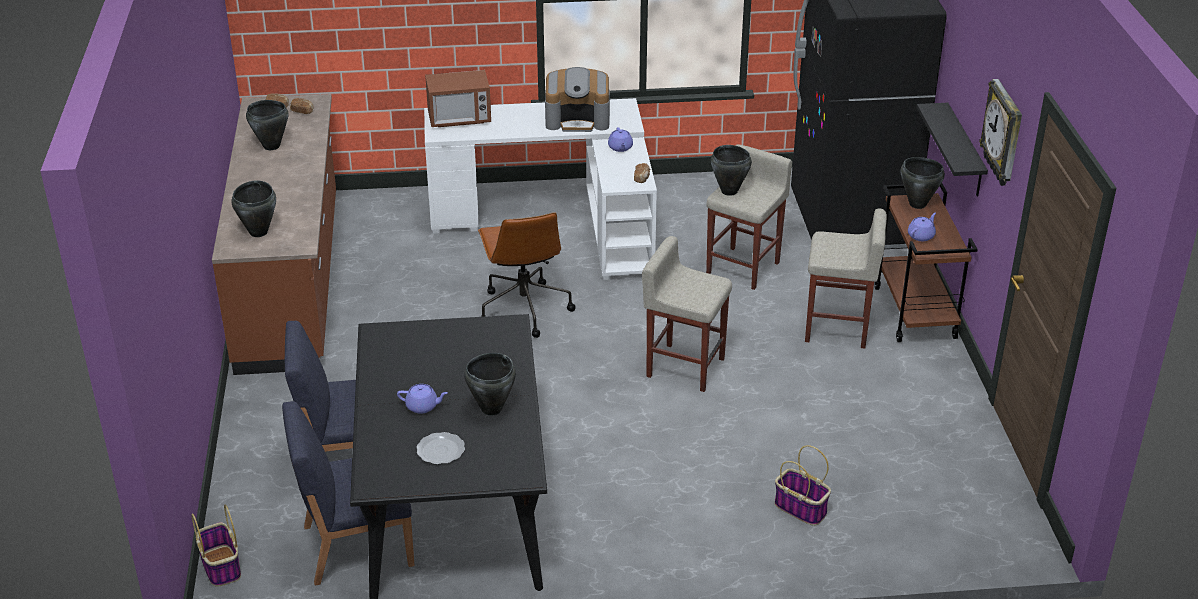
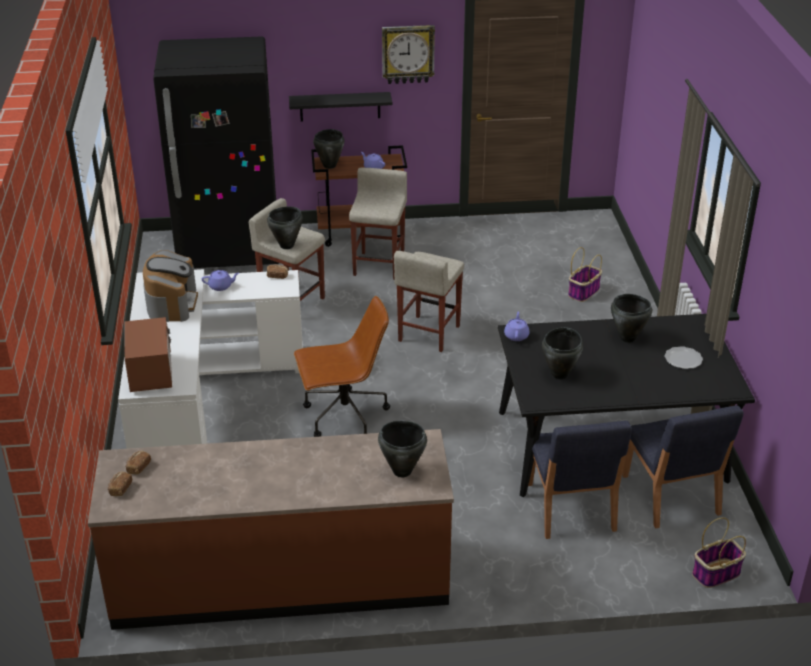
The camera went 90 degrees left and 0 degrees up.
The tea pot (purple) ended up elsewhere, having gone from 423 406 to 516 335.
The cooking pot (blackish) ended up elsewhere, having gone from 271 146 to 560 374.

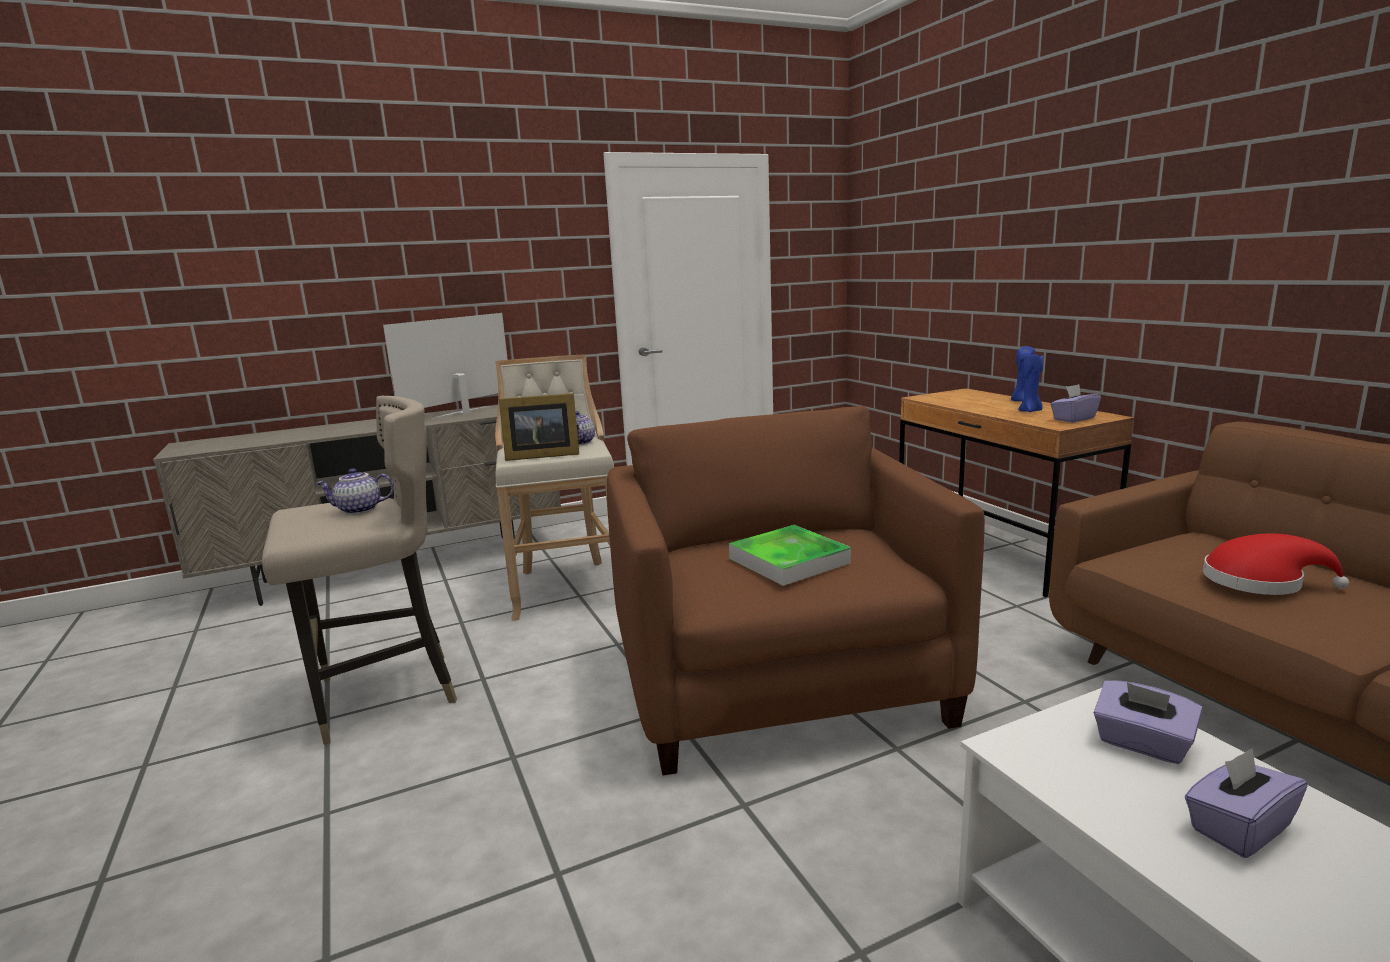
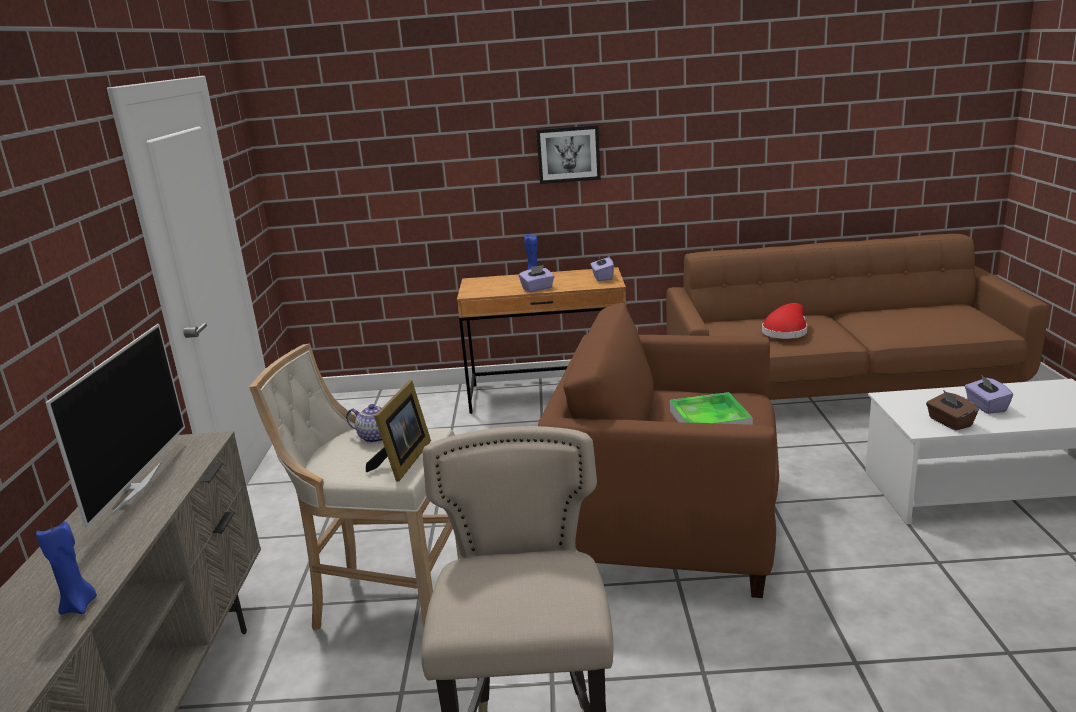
The camera went 65 degrees left and 5 degrees up.
The wax light (blue) ended up elsewhere, having gone from 1030 411 to 79 606.
The TV set at 462 413 ended up facing another way, 150 degrees counterclockwise from before.
The tissue holder (purple) ended up elsewhere, having gone from 1142 744 to 537 288.
The second view gained the wall picture at 568 154.
The second view gained the tissue holder (brown) at 949 422.
The second view lost the tea pot at 358 510.

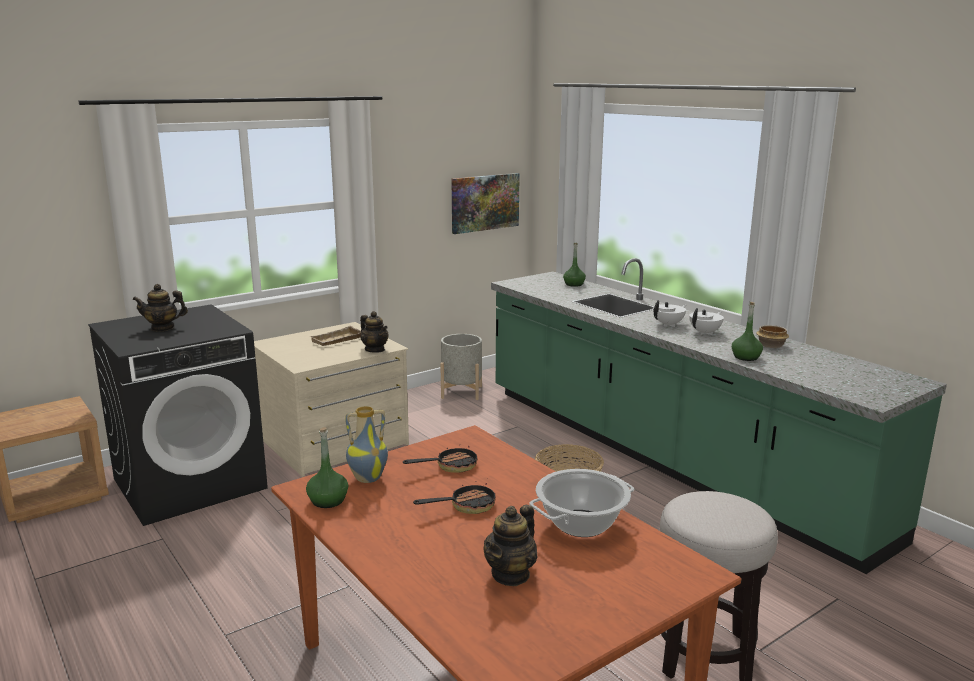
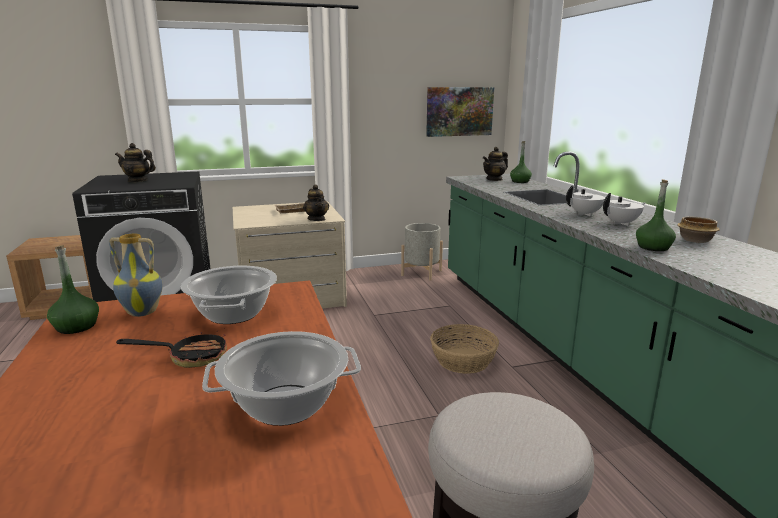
The camera went 20 degrees right and 0 degrees up.
Where the pan stood at 450 466, the cooking pot came to stand at 233 314.
The tea pot ended up elsewhere, having gone from 511 574 to 494 179.

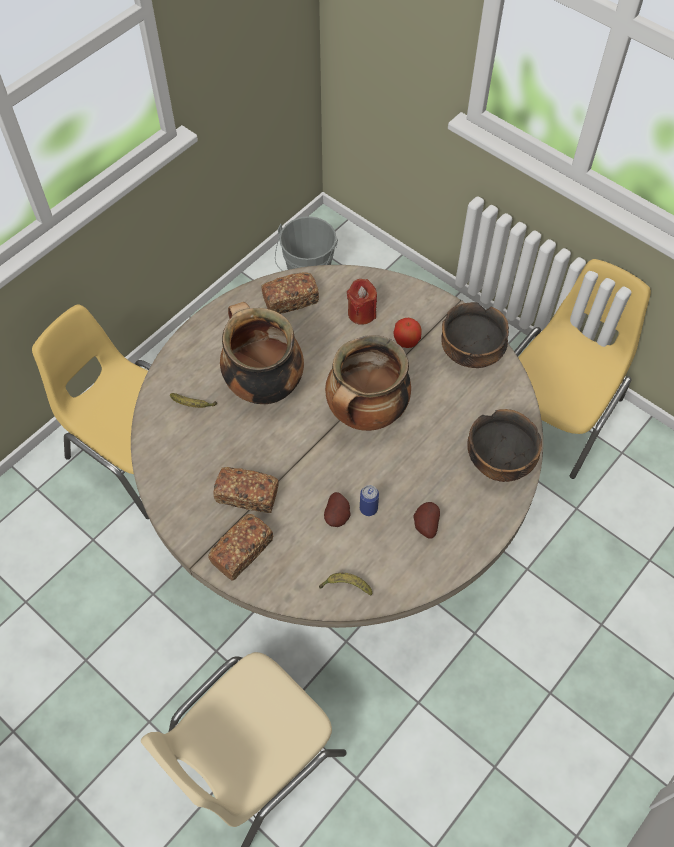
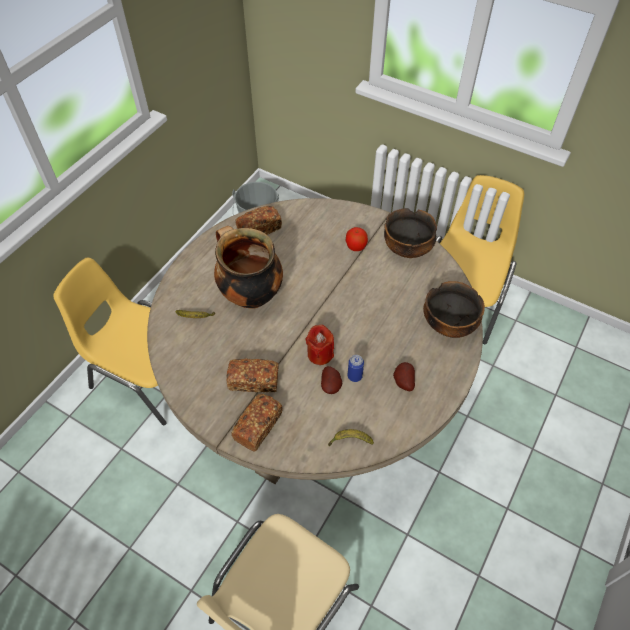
The camera went 10 degrees left and 5 degrees down.
The wax light (red-coloured) ended up elsewhere, having gone from 361 313 to 320 354.
The second view lost the cooking pot at 366 415.

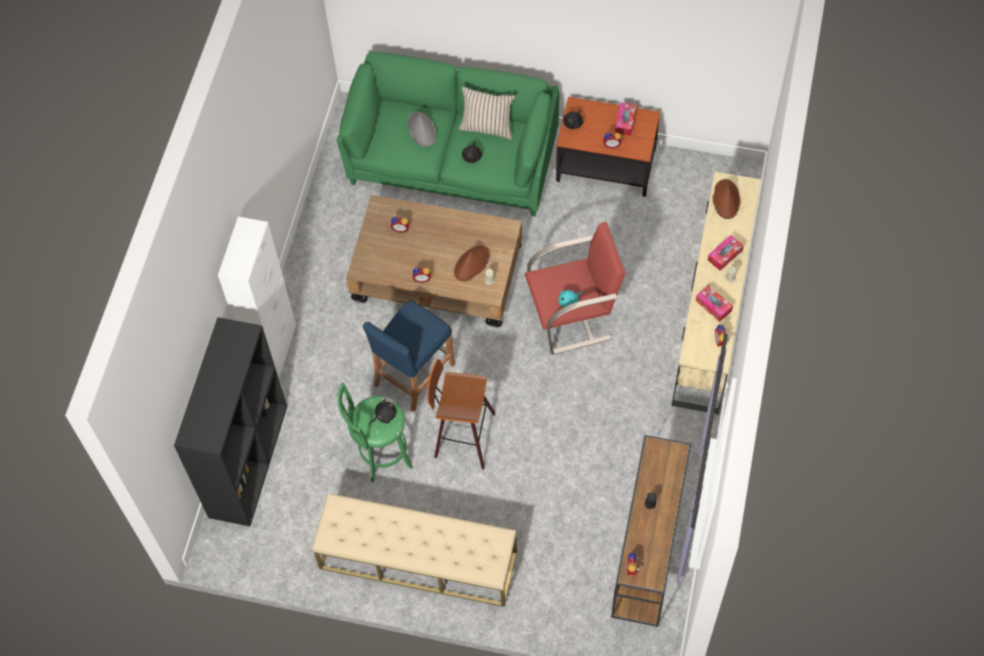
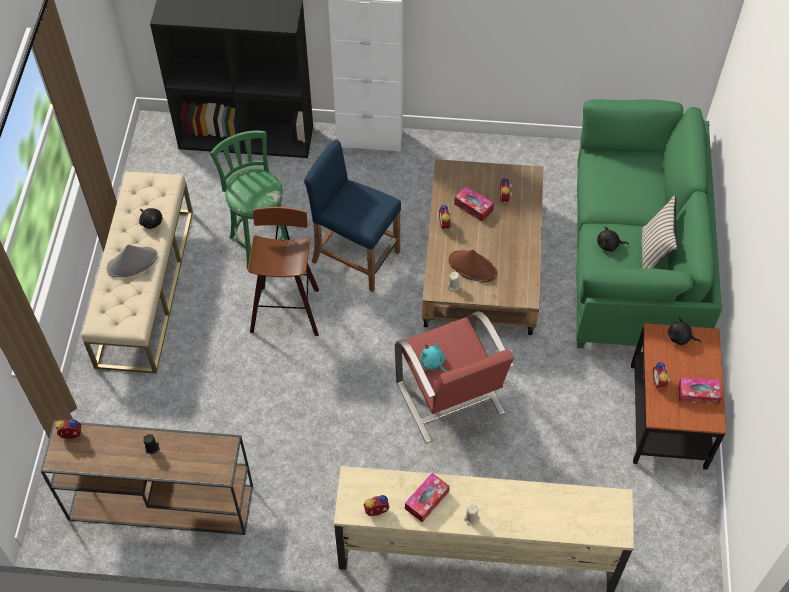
The camera went 80 degrees right and 5 degrees down.
The wearable hat (greyish) ended up elsewhere, having gone from 421 129 to 132 262.
The cuddly toy (blackish) ended up elsewhere, having gone from 384 415 to 151 221.
The tissue holder ended up elsewhere, having gone from 724 255 to 473 207.
The second view lost the wearable hat (brown) at 726 199.

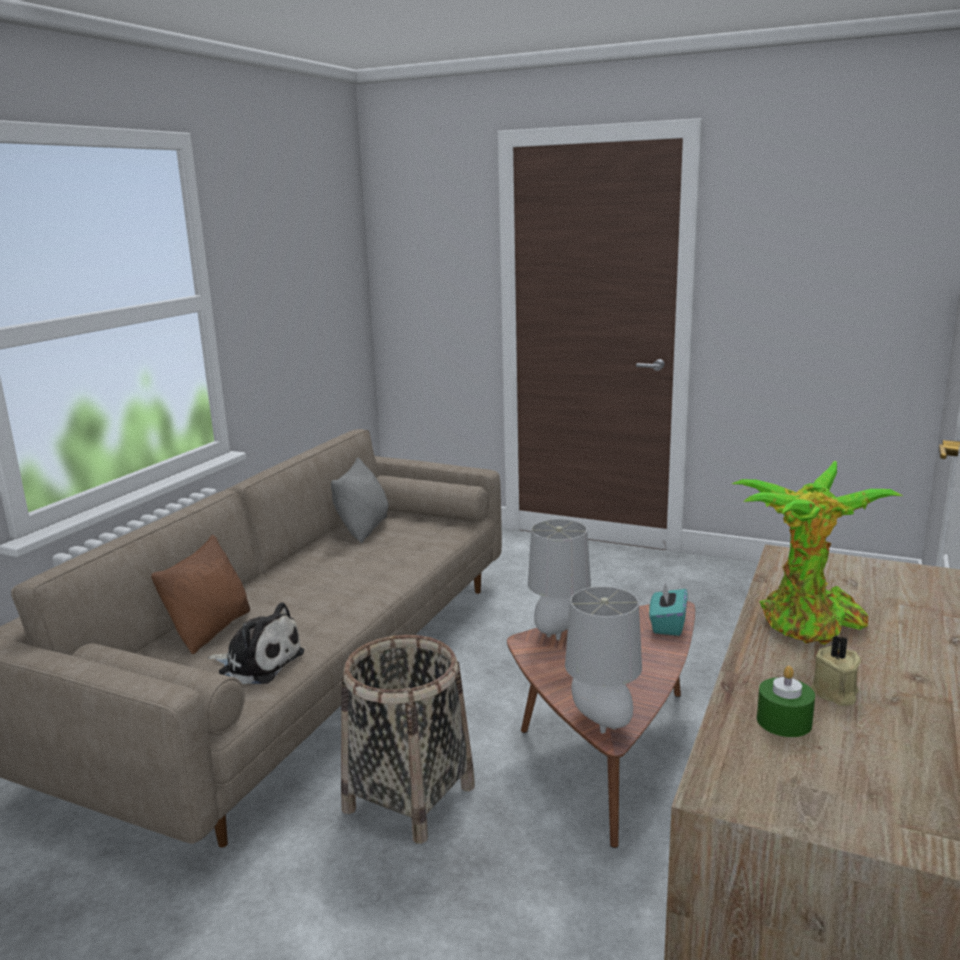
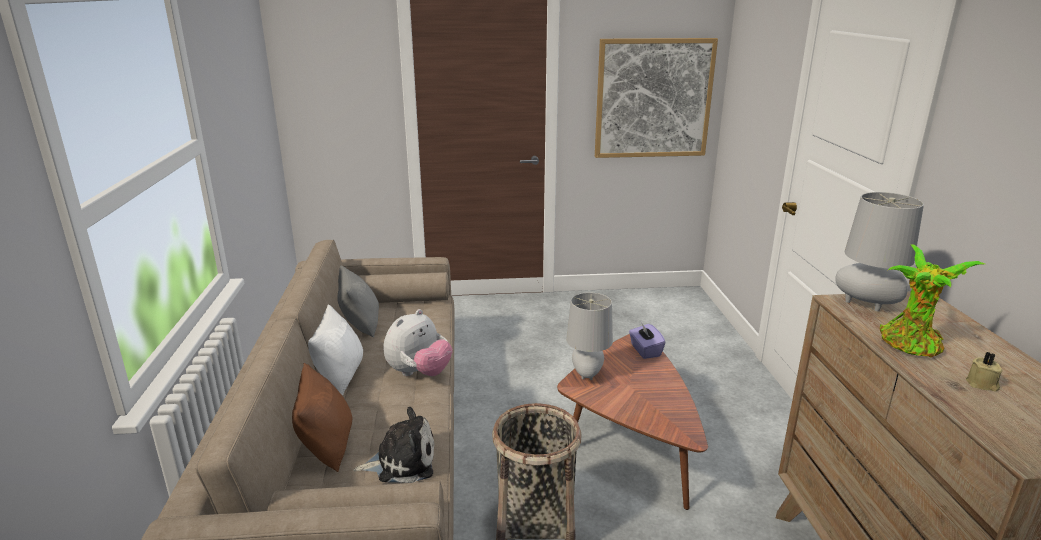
The camera went 30 degrees left and 5 degrees up.
The second view gained the pillow (whitish) at 340 376.
The second view gained the cuddly toy at 419 373.
The second view gained the wall picture at 653 98.
What was the tissue holder (blue-green) at 667 625 turned into the tissue holder (purple) at 645 350.
The tabletop lamp (greyish) ended up elsewhere, having gone from 602 724 to 867 305.
The second view lost the wax light (greenish) at 784 721.

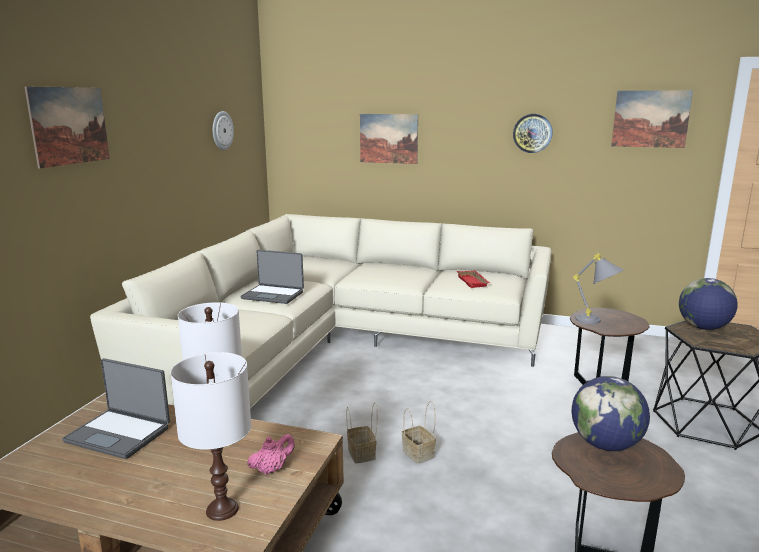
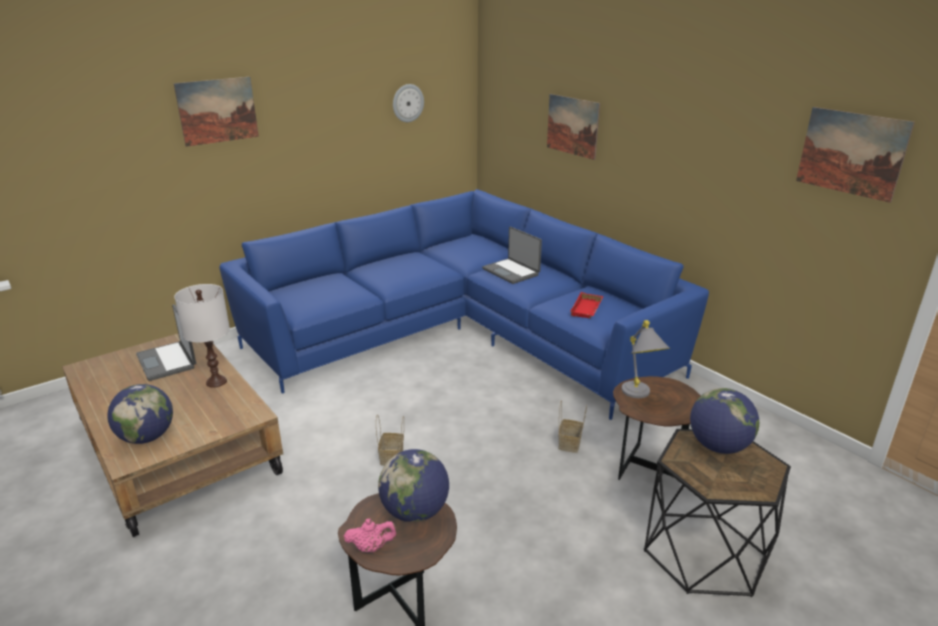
The camera went 35 degrees right and 10 degrees up.
Where the tabletop lamp (whitish) stood at 222 510, the desk globe came to stand at 147 437.
What was the settee (beige) at 338 345 turned into the settee (blue) at 463 334.
The tea pot (pinkish) ended up elsewhere, having gone from 272 469 to 371 547.
The portable computer ended up elsewhere, having gone from 273 295 to 511 272.
The storage basket ended up elsewhere, having gone from 362 454 to 570 444.
The second view lost the wall clock at 532 133.

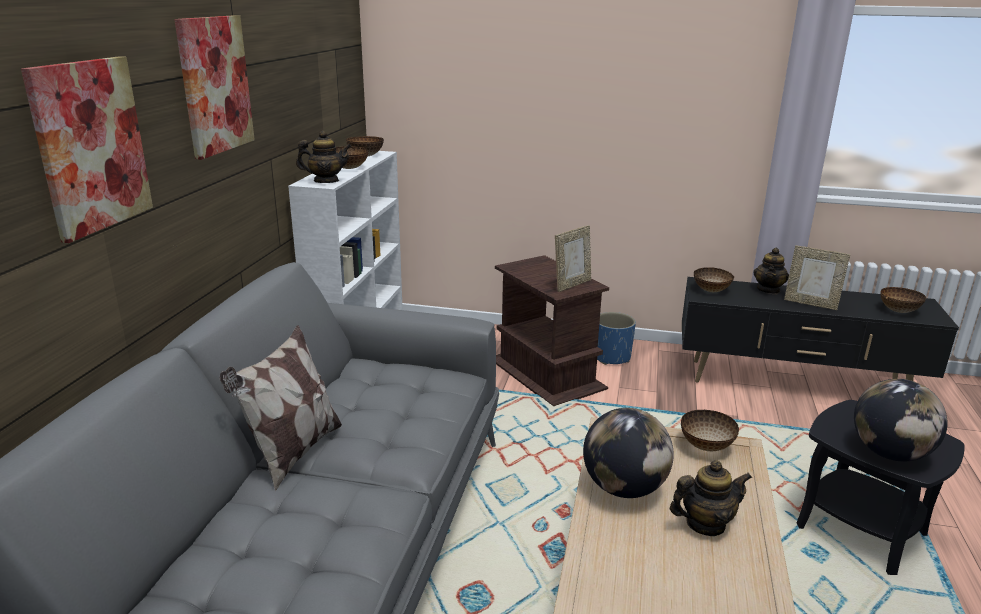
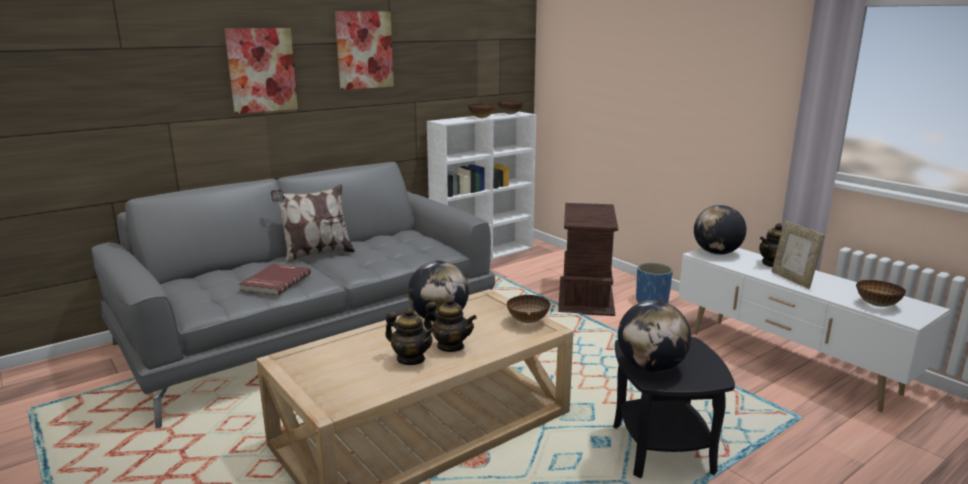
The camera went 40 degrees right and 5 degrees down.
The second view gained the book (red-coloured) at 275 282.
The tea pot ended up elsewhere, having gone from 326 181 to 411 359.
What was the tv stand (blackish) at 796 384 turned into the tv stand (whitish) at 789 362.
Where the bowl stood at 710 291, the desk globe came to stand at 716 253.
The second view lost the standing frame at 572 284.

